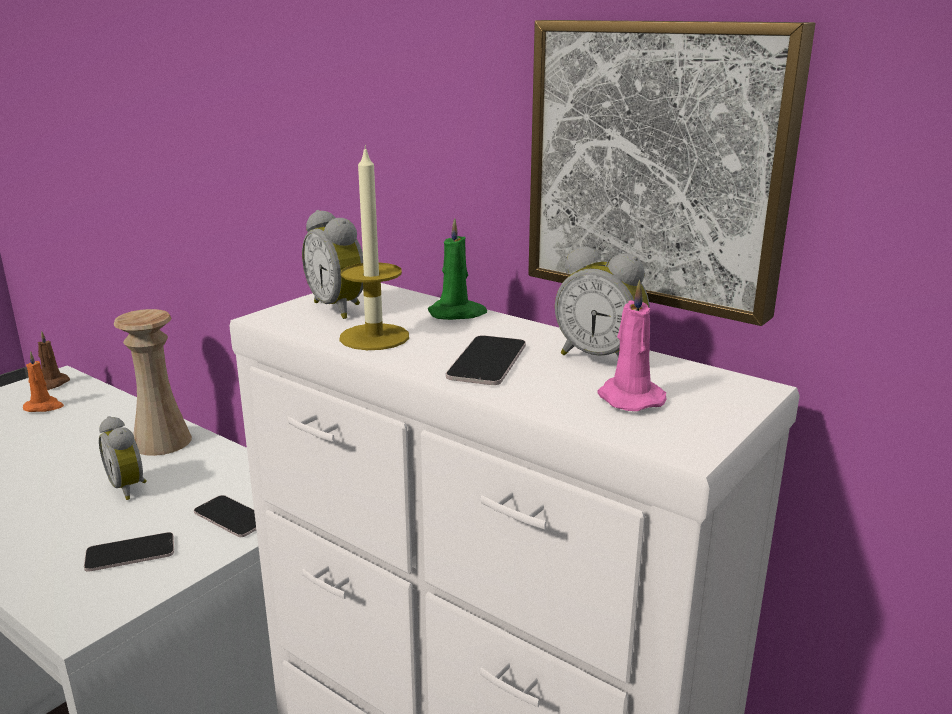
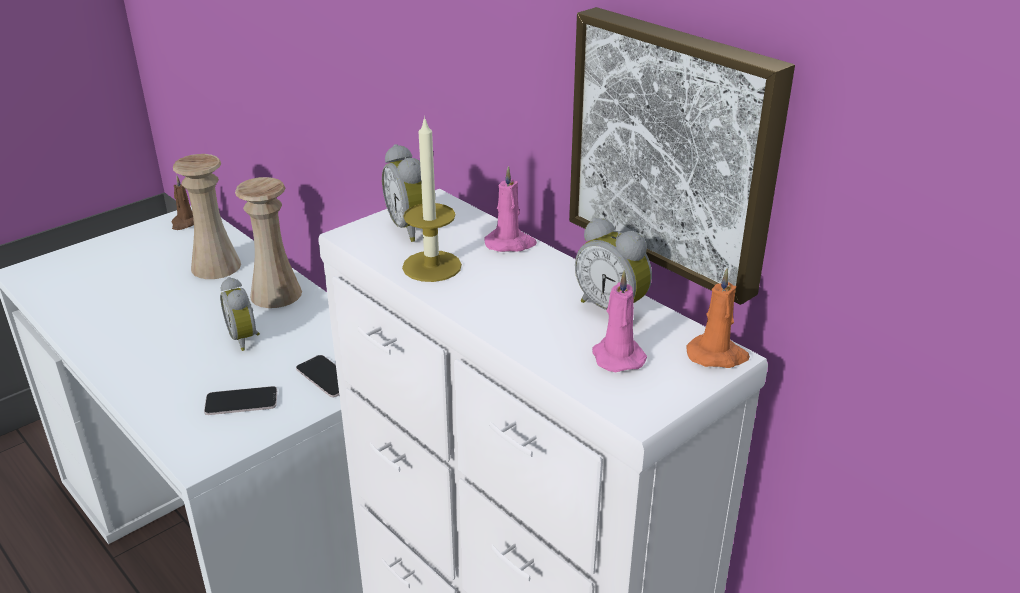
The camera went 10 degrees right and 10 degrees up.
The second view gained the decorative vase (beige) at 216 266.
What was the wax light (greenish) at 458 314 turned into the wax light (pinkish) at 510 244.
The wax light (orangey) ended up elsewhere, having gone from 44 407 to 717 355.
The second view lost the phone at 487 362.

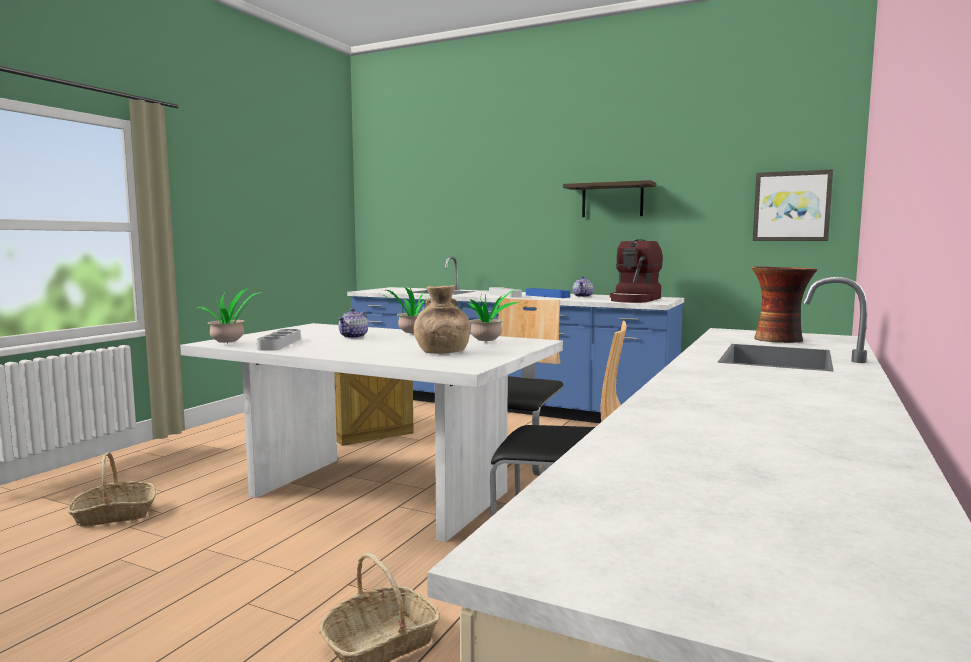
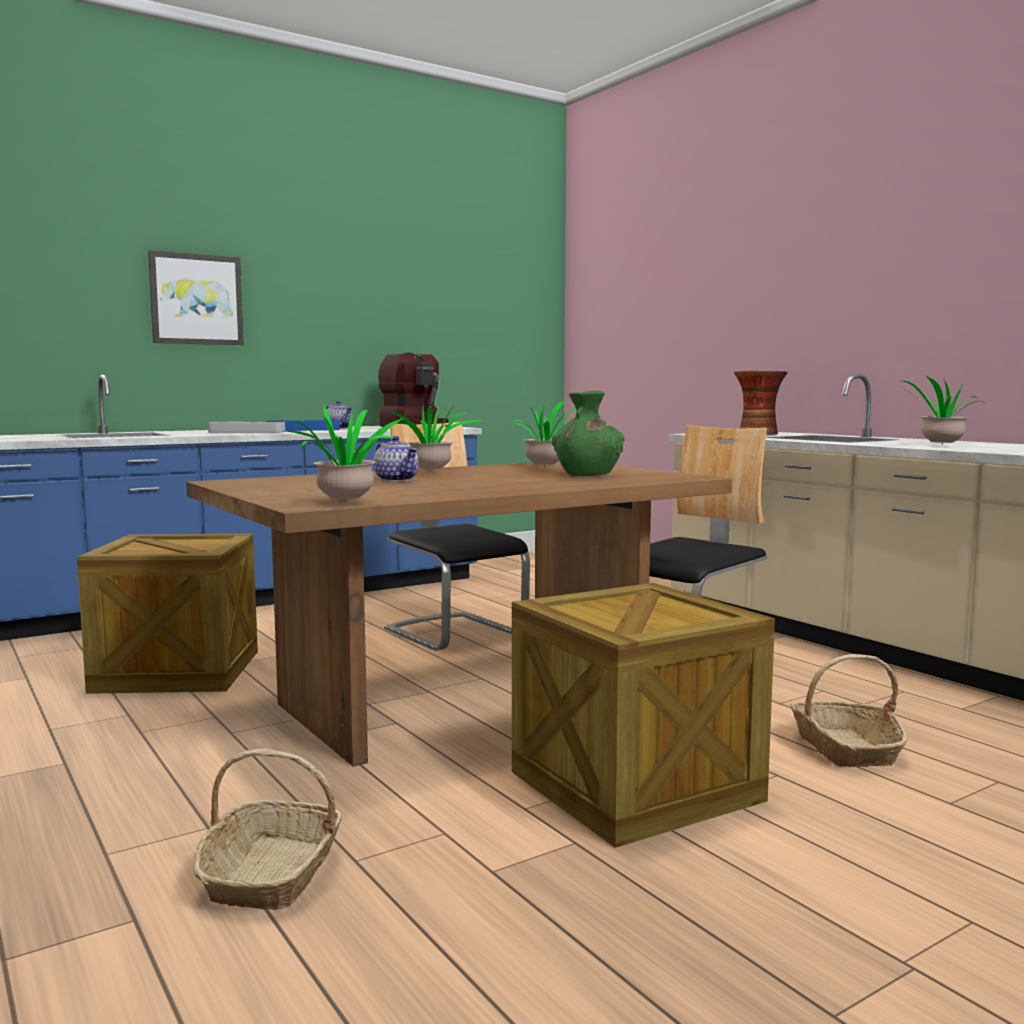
The camera went 60 degrees left and 0 degrees up.
The wall picture ended up elsewhere, having gone from 791 206 to 196 299.
What was the dining table (whitish) at 380 494 turned into the dining table (brown) at 465 698.
The second view gained the packing crate at 634 786.
What was the decorative vase (brown) at 442 352 turned into the decorative vase (greenish) at 587 475.
The second view gained the plant in a pot at 938 445.
The second view lost the carrying tray (greyish) at 280 344.
The second view lost the shelf at 612 200.

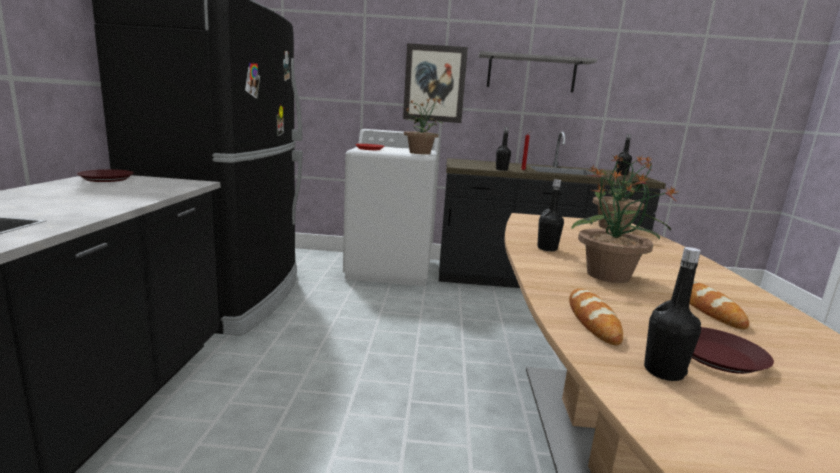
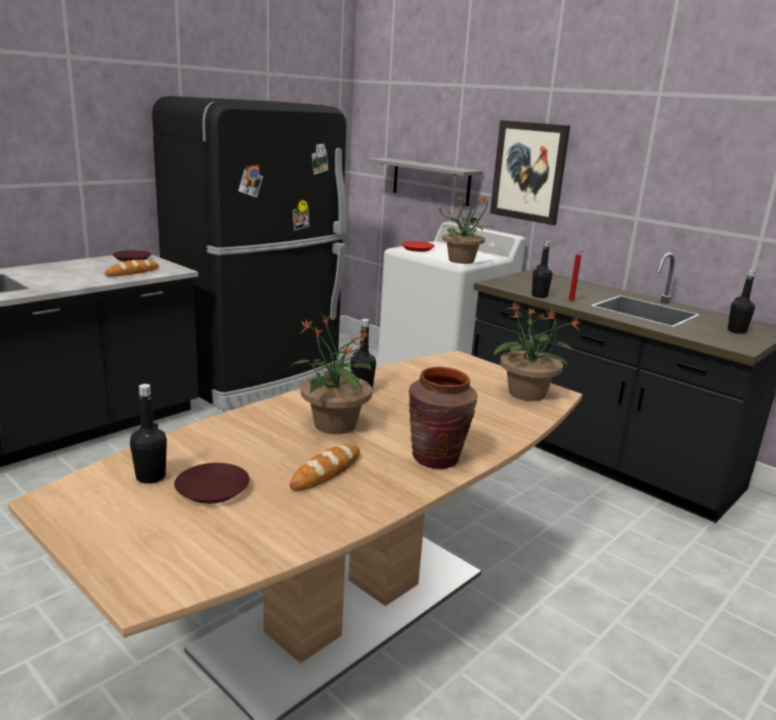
The camera went 40 degrees right and 5 degrees up.
The bakery bread ended up elsewhere, having gone from 592 320 to 132 272.
The shelf (greyish) ended up elsewhere, having gone from 531 73 to 431 181.
The second view gained the decorative vase (brown) at 436 458.

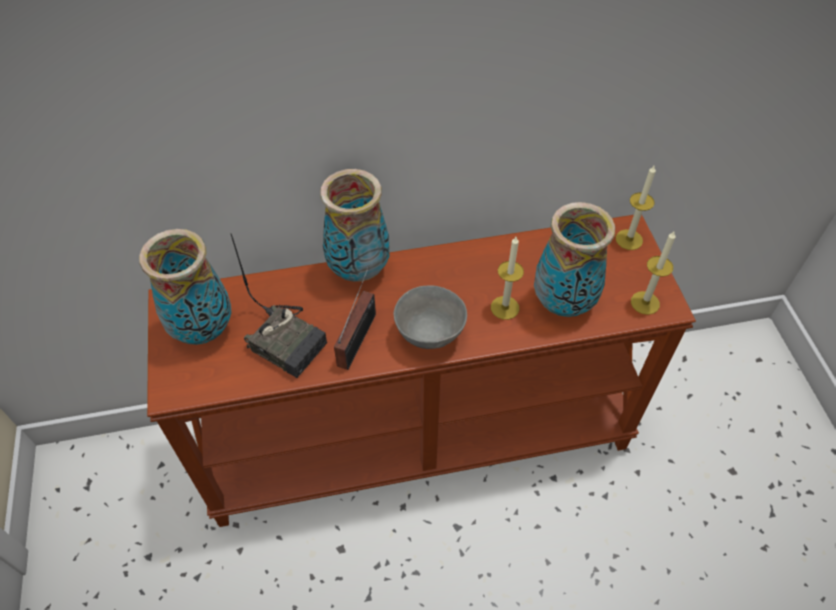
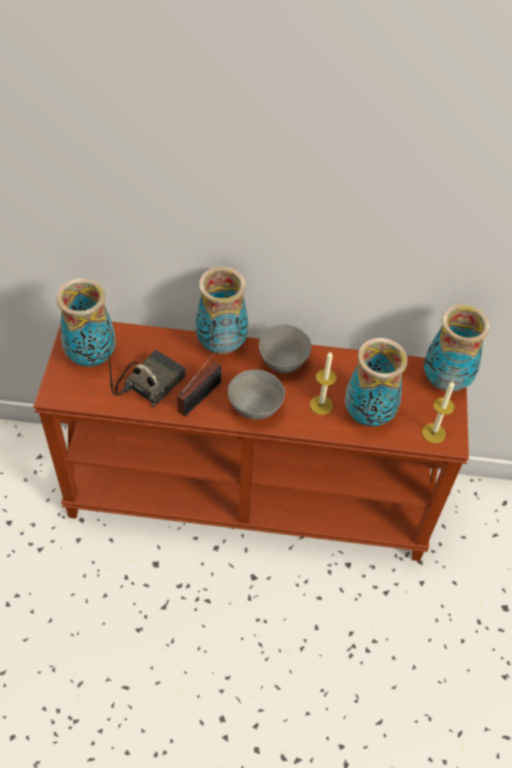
The camera went 15 degrees right and 0 degrees up.
The radio set at 288 341 ended up facing another way, 105 degrees counterclockwise from before.
The second view gained the bowl (greyish) at 283 364.
Where the wax light stood at 629 239, the decorative vase came to stand at 445 380.

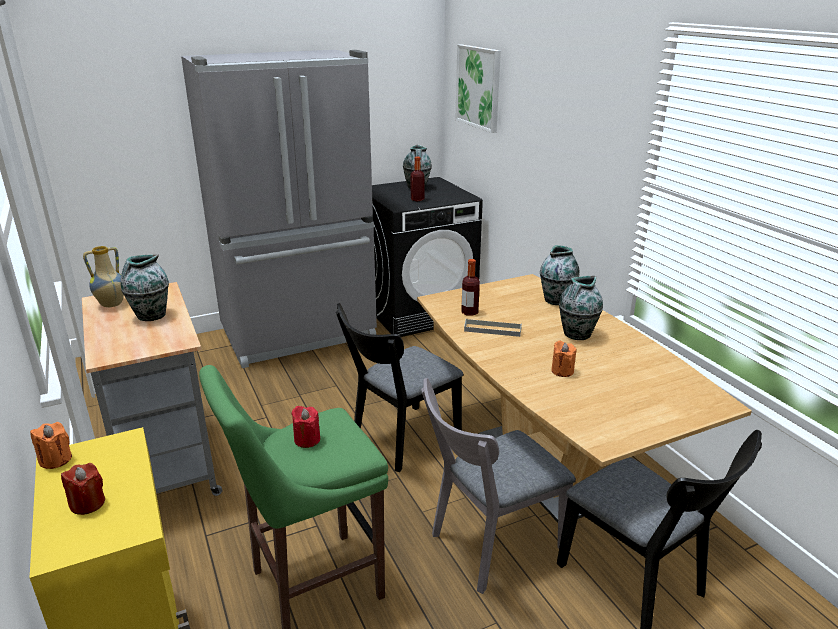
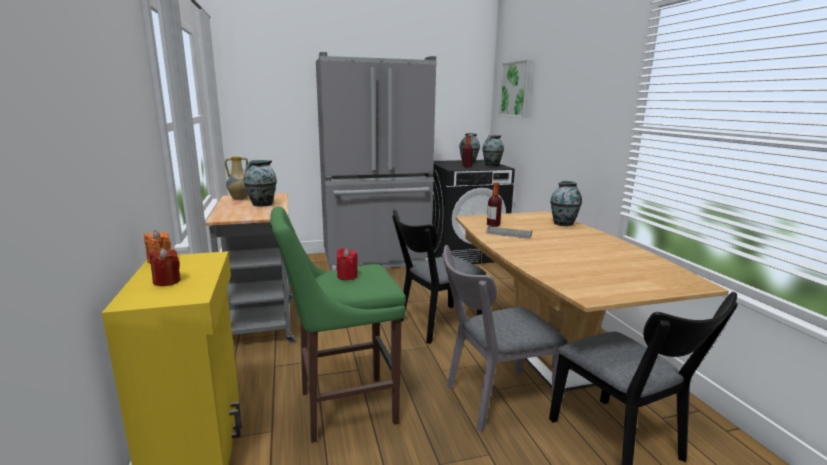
The camera went 10 degrees right and 10 degrees down.
The decorative vase ended up elsewhere, having gone from 576 334 to 491 165.
The second view lost the wax light (orangey) at 562 371.

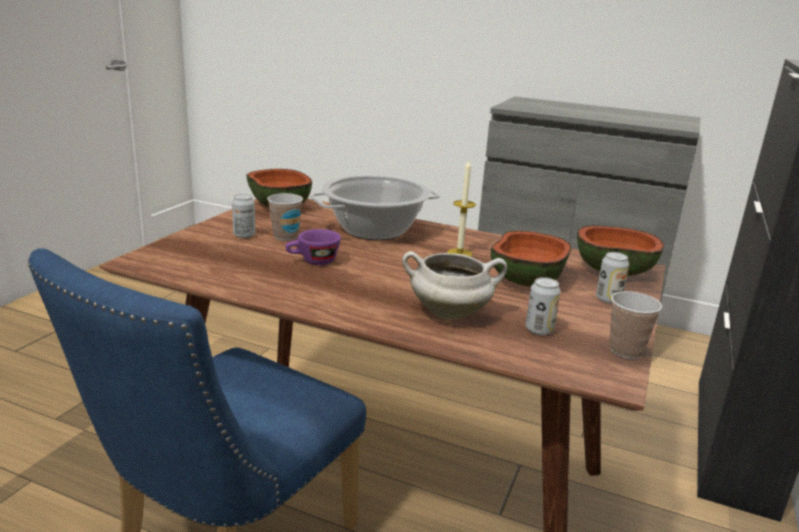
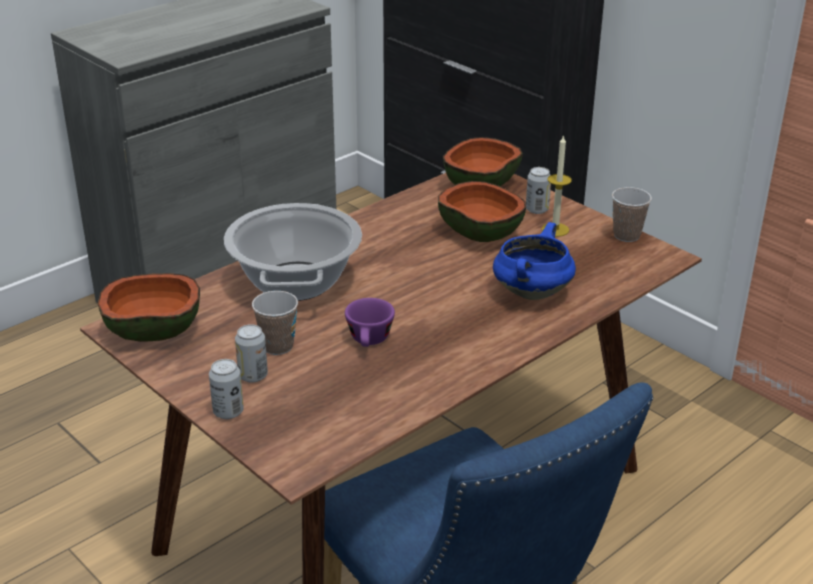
The camera went 65 degrees left and 10 degrees up.
The can ended up elsewhere, having gone from 539 330 to 228 412.
What was the cooking pot (whitish) at 450 313 turned into the cooking pot (blue) at 531 292.
The wax light ended up elsewhere, having gone from 459 253 to 555 229.

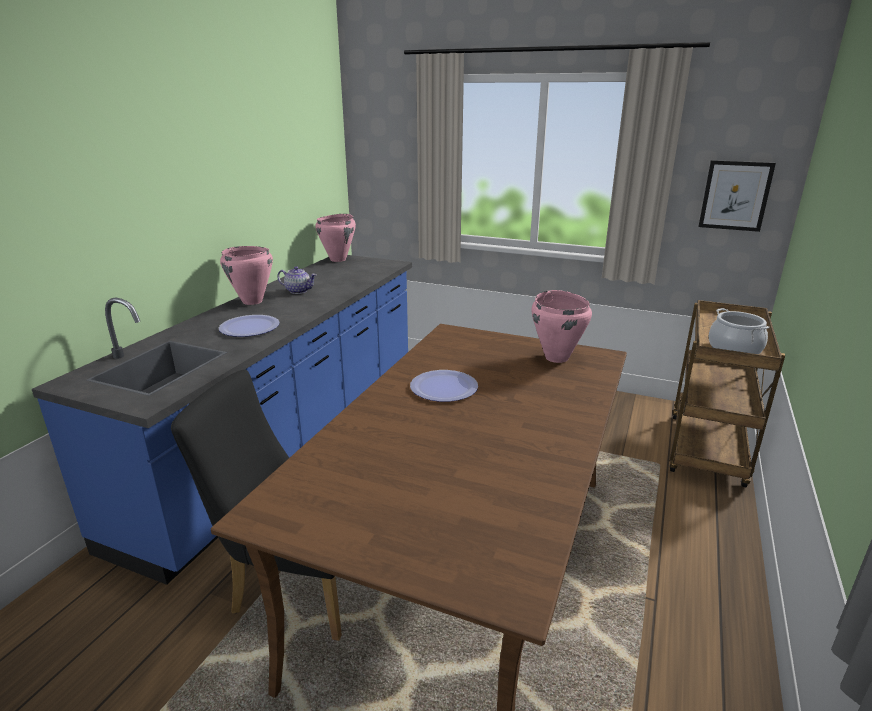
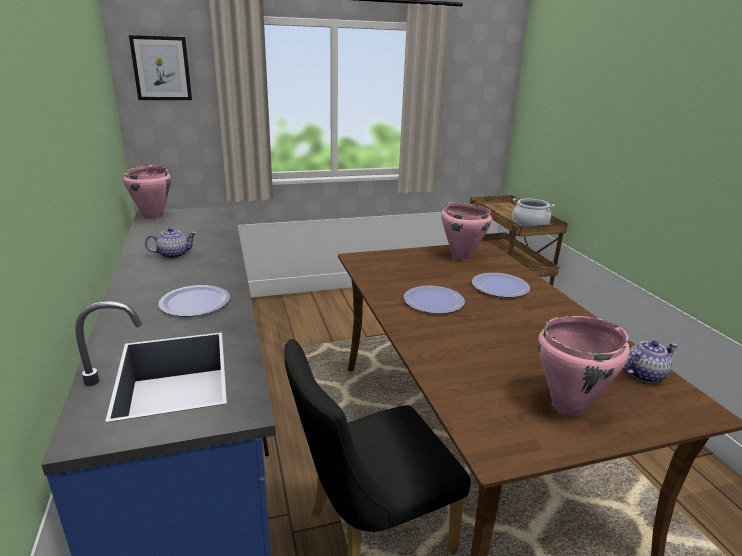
The camera went 40 degrees left and 0 degrees up.
The wall picture ended up elsewhere, having gone from 735 195 to 161 68.
The second view gained the flat dish at 500 286.
The cooking pot (pinkish) ended up elsewhere, having gone from 252 301 to 569 406.
The second view gained the tea pot at 644 374.

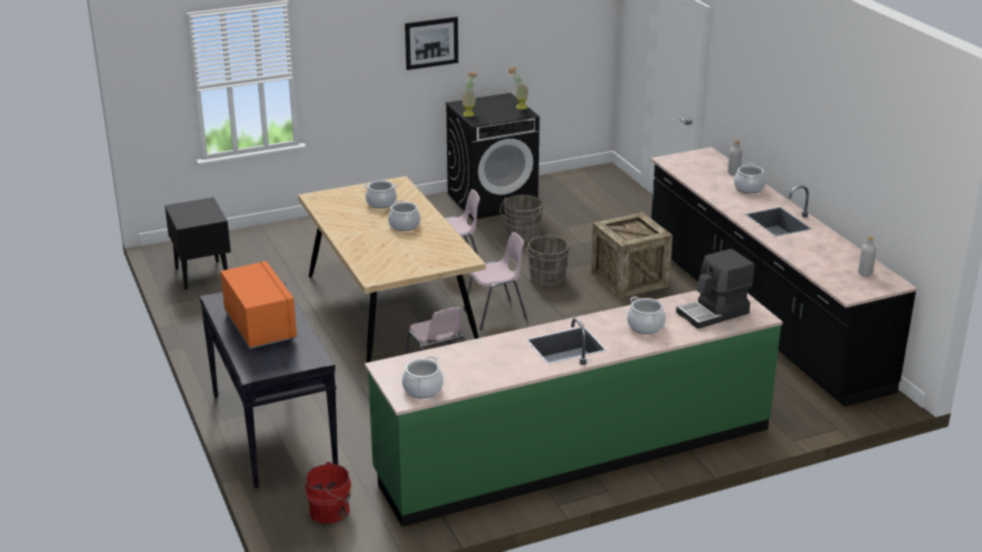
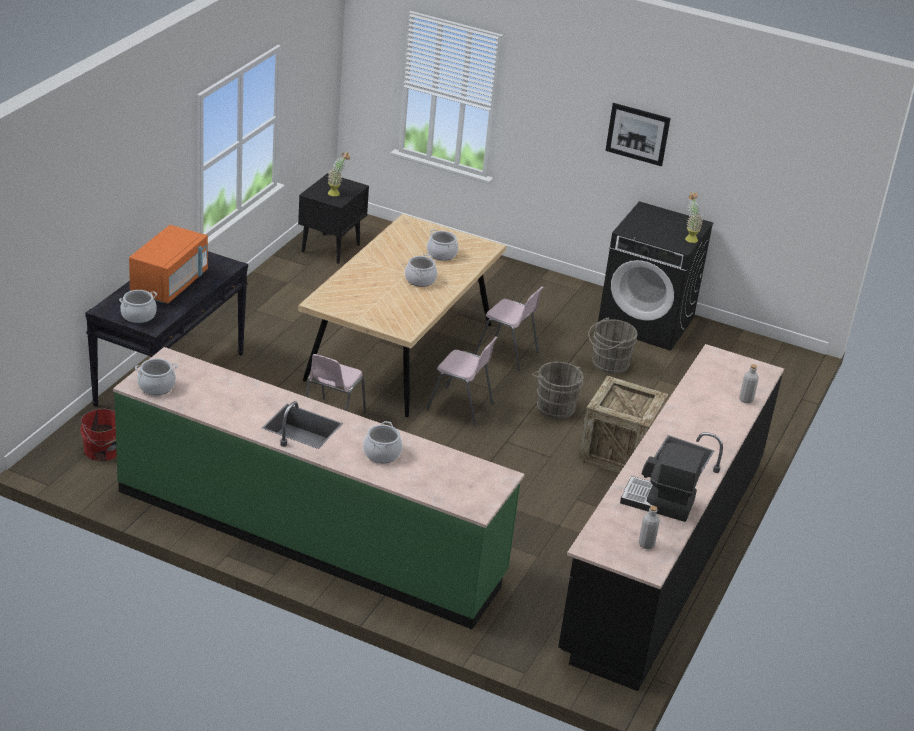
The camera went 45 degrees right and 5 degrees up.
The cooking pot ended up elsewhere, having gone from 749 188 to 138 316.
The plant in a pot ended up elsewhere, having gone from 469 113 to 337 193.
The coffee maker ended up elsewhere, having gone from 714 313 to 658 502.

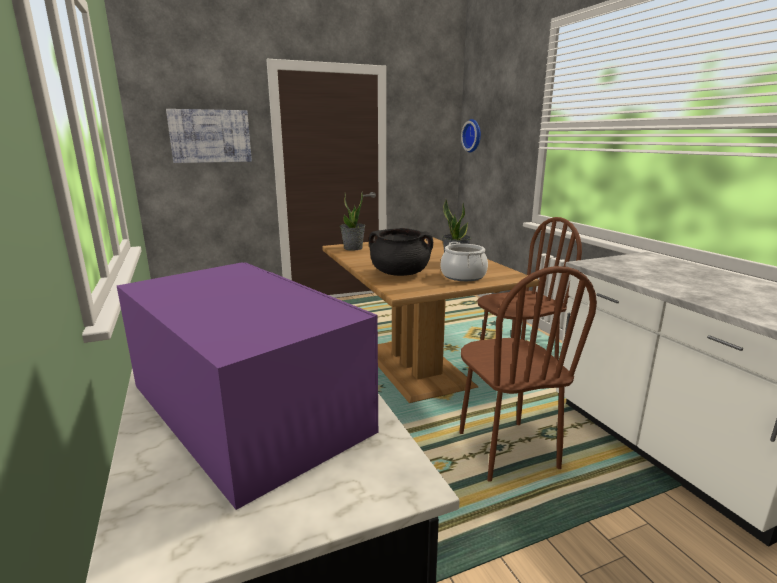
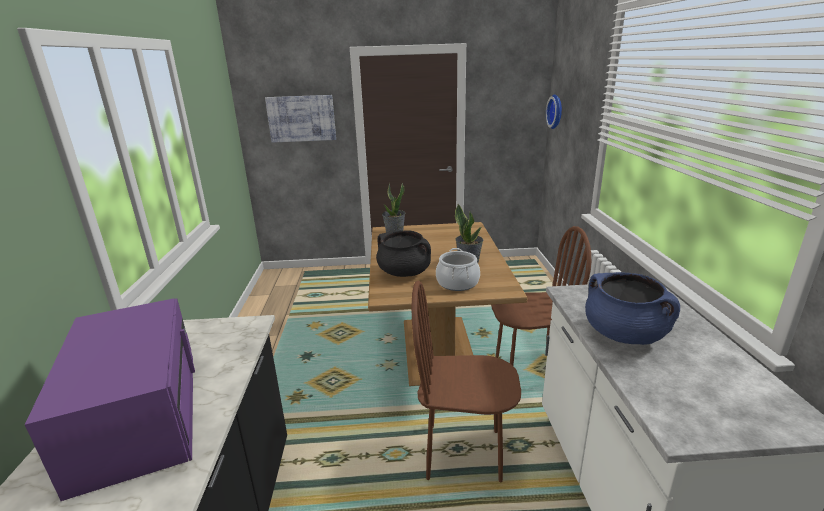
The camera went 20 degrees right and 5 degrees up.
The upright chair (brown) at 506 451 ended up facing another way, 90 degrees clockwise from before.
The second view gained the cooking pot (blue) at 624 335.

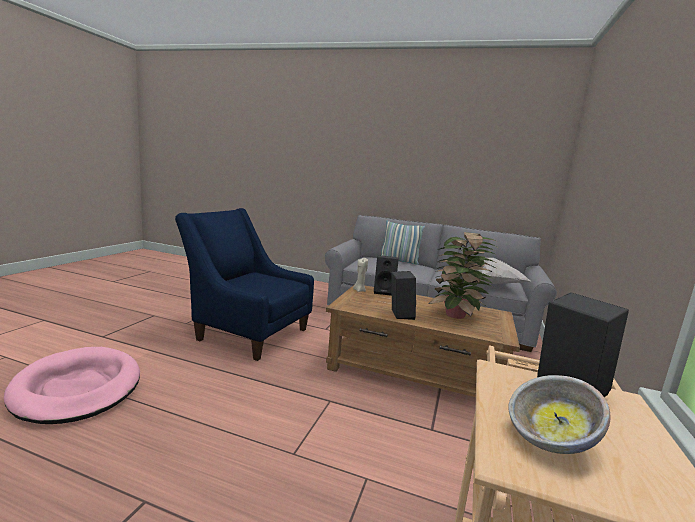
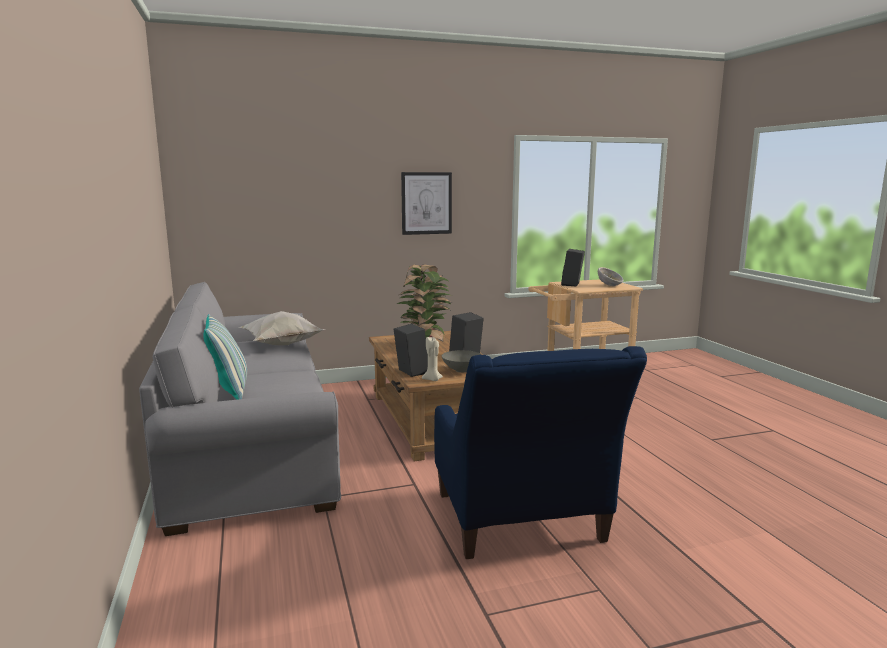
The camera went 125 degrees left and 0 degrees up.
The second view gained the wall picture at 426 203.
The second view gained the bowl (greyish) at 461 370.
The second view lost the dog bed (pinkish) at 78 388.

